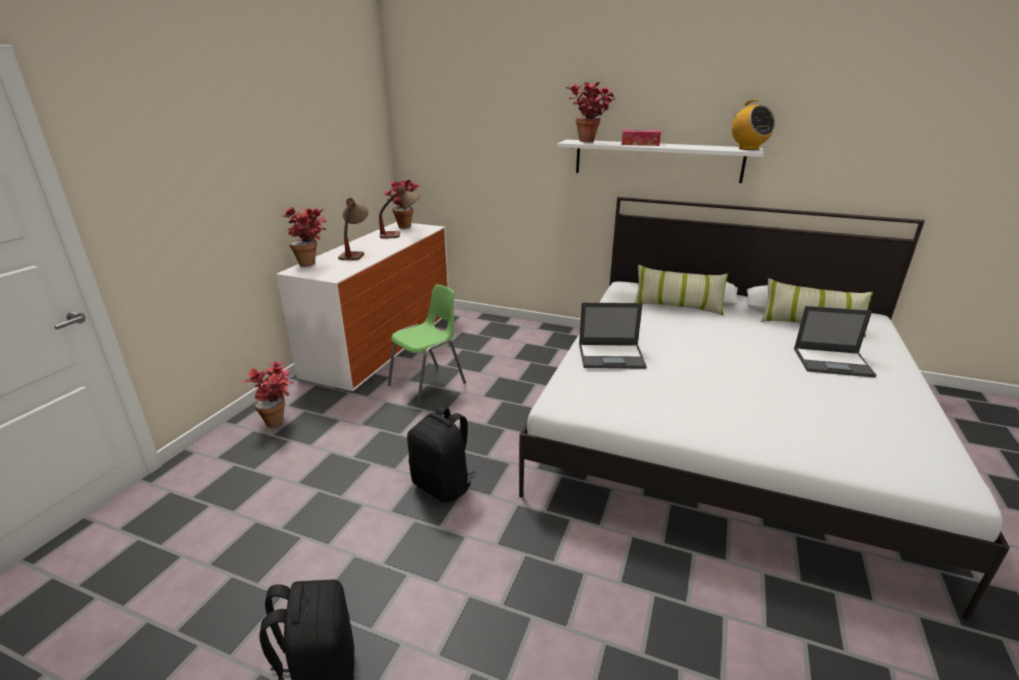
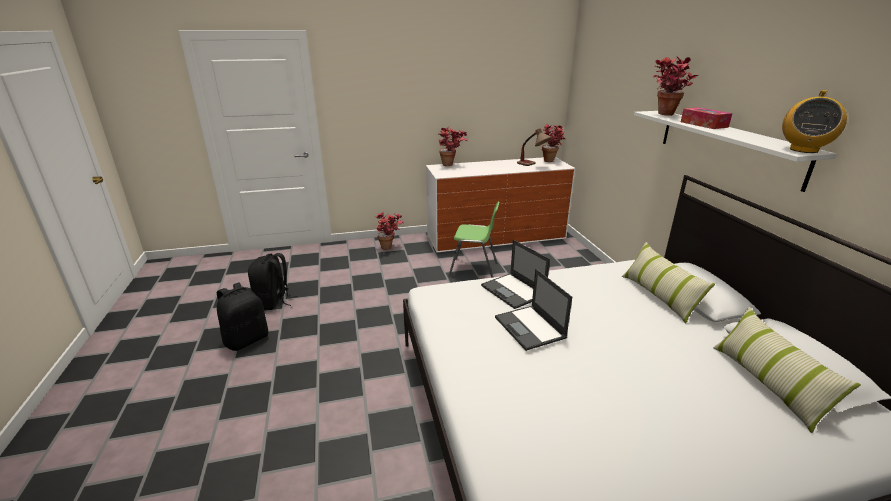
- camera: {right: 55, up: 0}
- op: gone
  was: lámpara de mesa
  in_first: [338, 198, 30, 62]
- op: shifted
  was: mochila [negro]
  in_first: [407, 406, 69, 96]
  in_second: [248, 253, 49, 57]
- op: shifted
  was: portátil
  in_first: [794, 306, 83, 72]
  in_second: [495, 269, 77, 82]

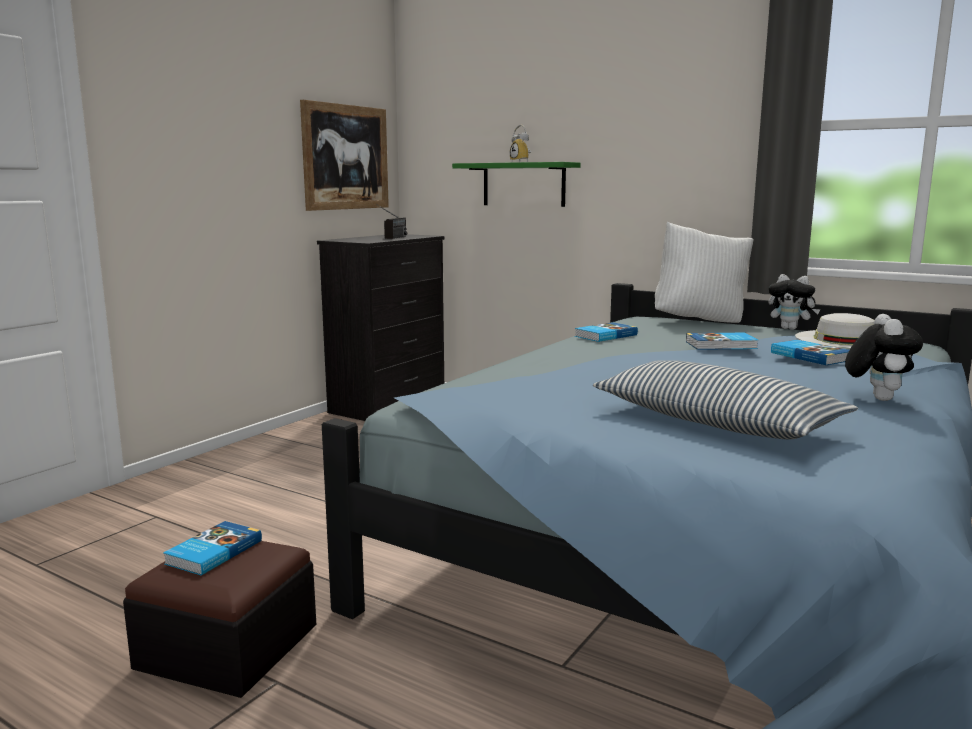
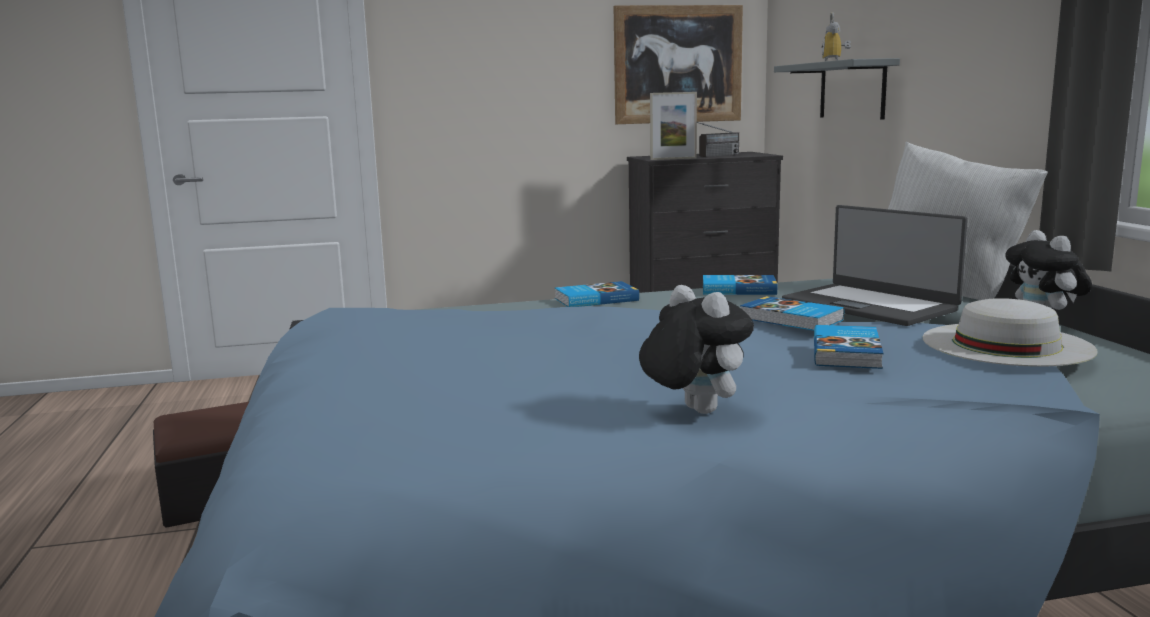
- camera: {right: 45, up: 0}
- op: gone
  was: cojín
  in_first: [593, 360, 265, 80]
- op: new
  now: portarretratos
  in_second: [650, 92, 47, 68]
- op: new
  now: portátil
  in_second: [782, 205, 186, 121]
- op: shifted
  was: libro
  in_first: [163, 521, 99, 54]
  in_second: [555, 281, 84, 26]
- op: repainted
  was: estante [verde]
  now: estante [gris]
  in_first: [452, 162, 128, 45]
  in_second: [774, 58, 126, 61]
- op: rotated
  was: peluche
  in_first: [845, 314, 78, 87]
  in_second: [639, 285, 115, 129]
  clockwise: -90

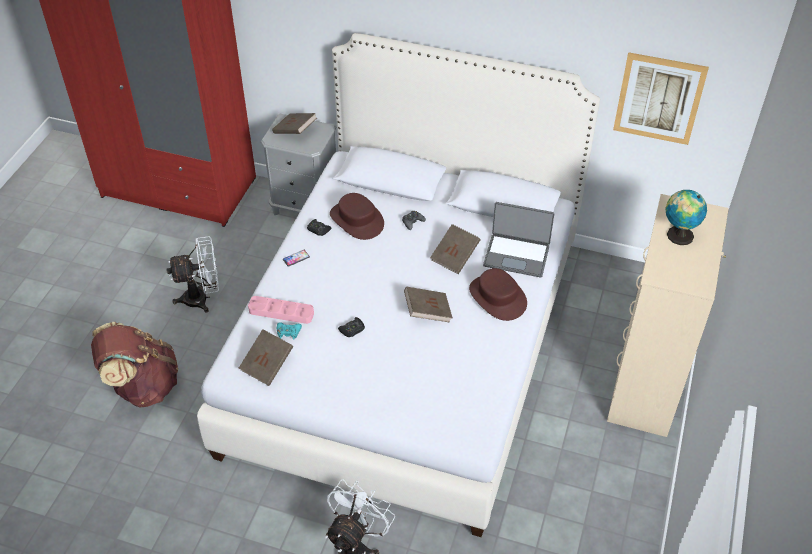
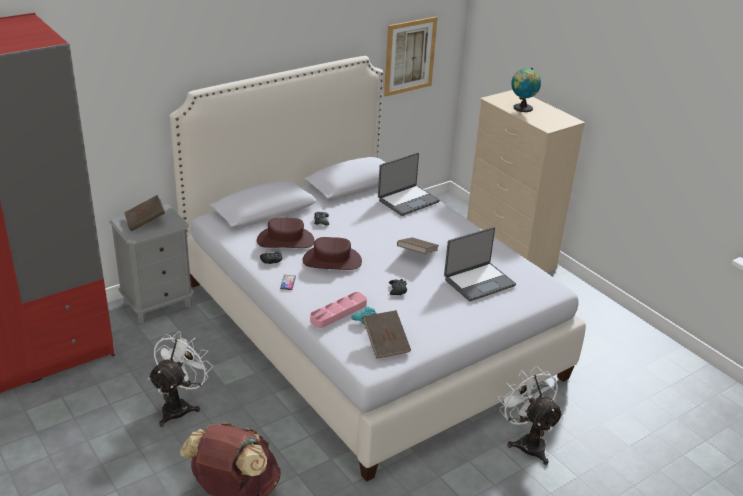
- camera: {right: -55, up: -15}
- op: gone
  was: libro [marrón]
  in_first: [430, 224, 51, 50]
- op: new
  now: portátil
  in_second: [444, 227, 72, 74]
- op: shifted
  was: sombrero [marrón]
  in_first: [469, 268, 58, 53]
  in_second: [302, 237, 60, 33]

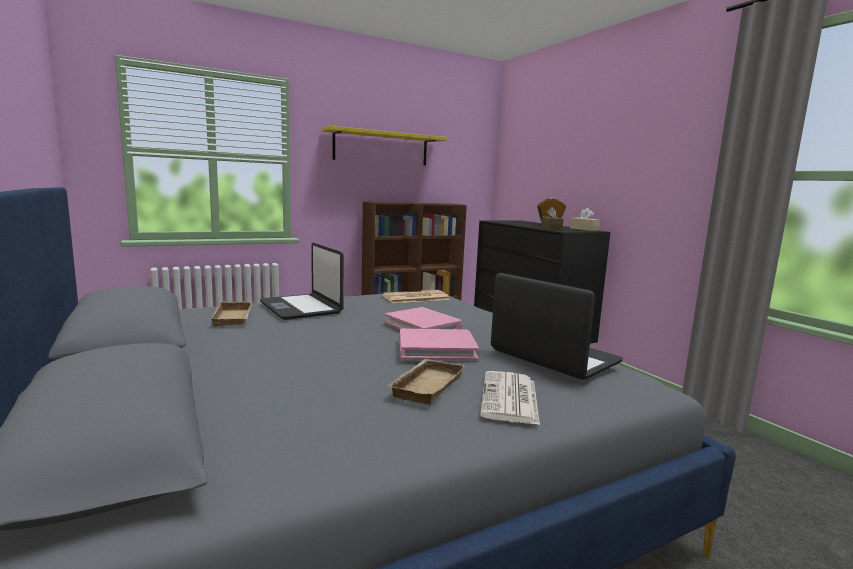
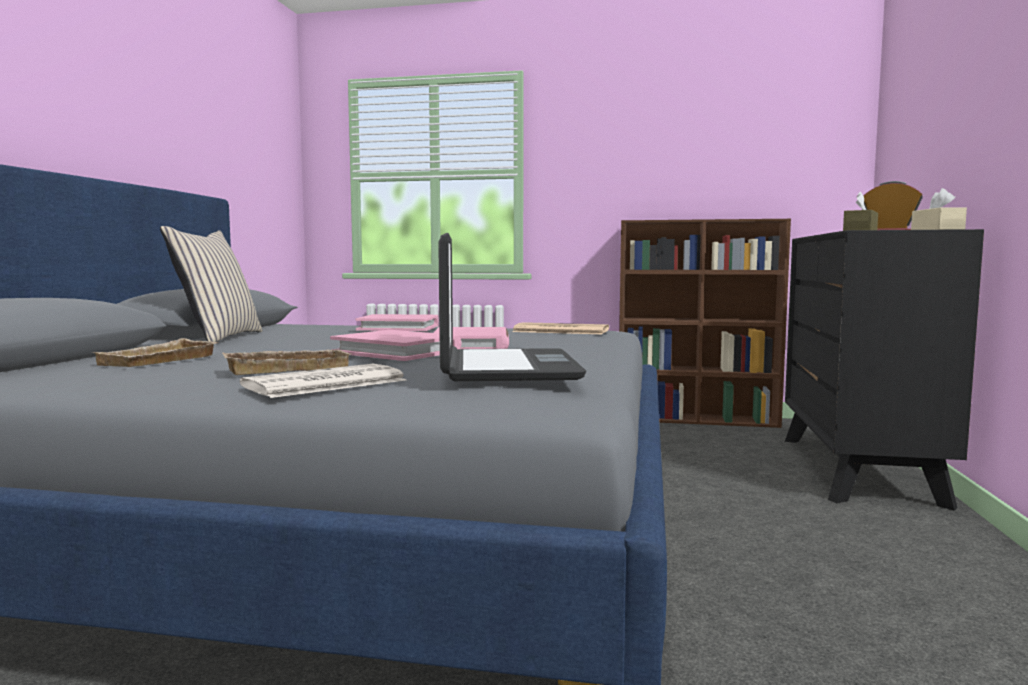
- camera: {right: 40, up: -5}
- op: gone
  was: estante [amarillo]
  in_first: [322, 126, 125, 40]
- op: new
  now: cojín [beis]
  in_second: [160, 226, 102, 116]
- op: shifted
  was: bandeja [beis]
  in_first: [210, 301, 43, 25]
  in_second: [94, 338, 125, 29]
- op: swapped
  was: portátil
  now: libro [rosa]
  in_first: [260, 243, 84, 77]
  in_second: [355, 314, 84, 17]

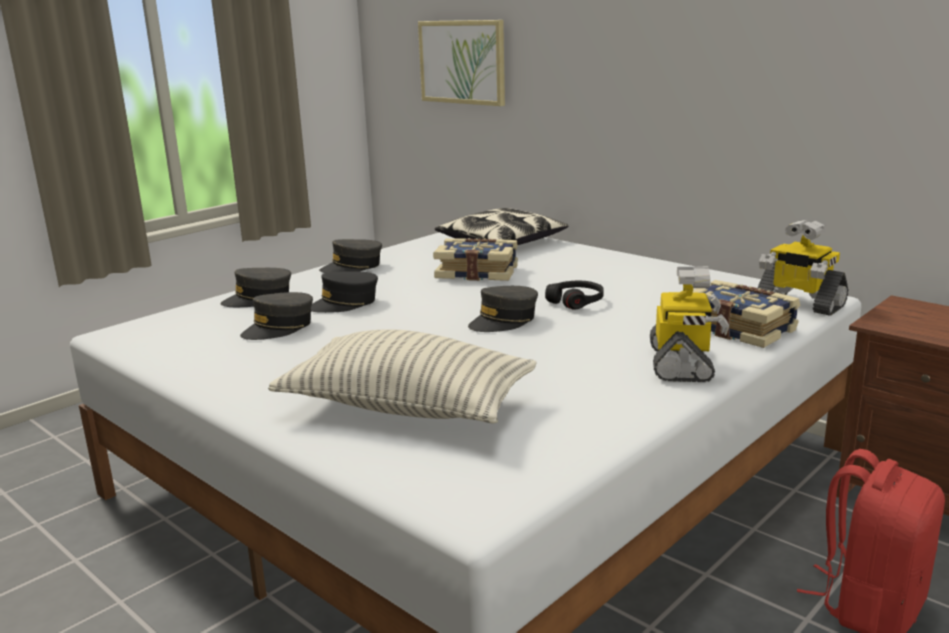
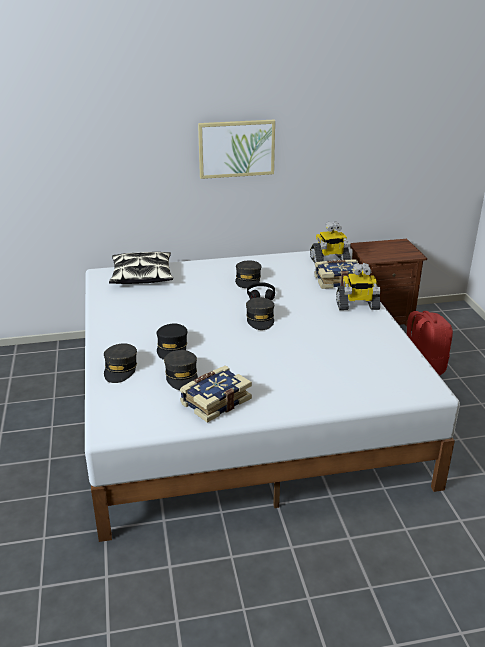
- camera: {right: -55, up: 10}
- op: gone
  was: cojín
  in_first: [268, 329, 268, 95]
- op: shifted
  was: gorra [gris]
  in_first: [319, 239, 63, 34]
  in_second: [235, 260, 26, 28]
- op: shifted
  was: cuadro
  in_first: [418, 20, 87, 86]
  in_second: [198, 120, 77, 59]
- op: shifted
  was: libro
  in_first: [433, 238, 85, 43]
  in_second: [180, 365, 72, 58]
- op: rotated
  was: robot de juguete
  in_first: [650, 266, 79, 116]
  in_second: [336, 263, 44, 47]
  clockwise: 135

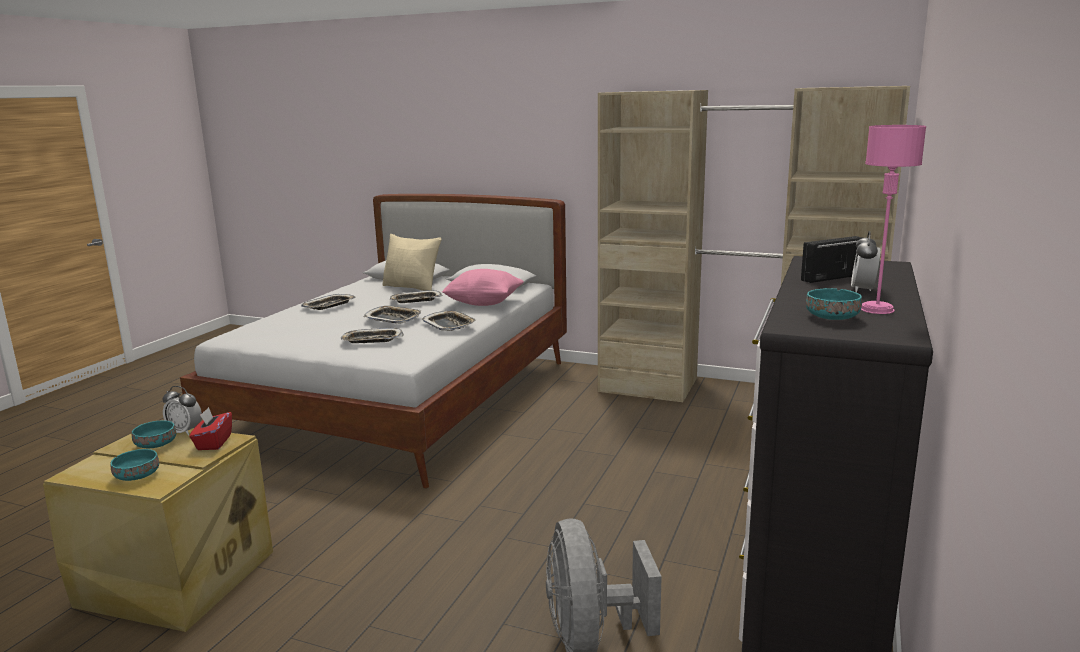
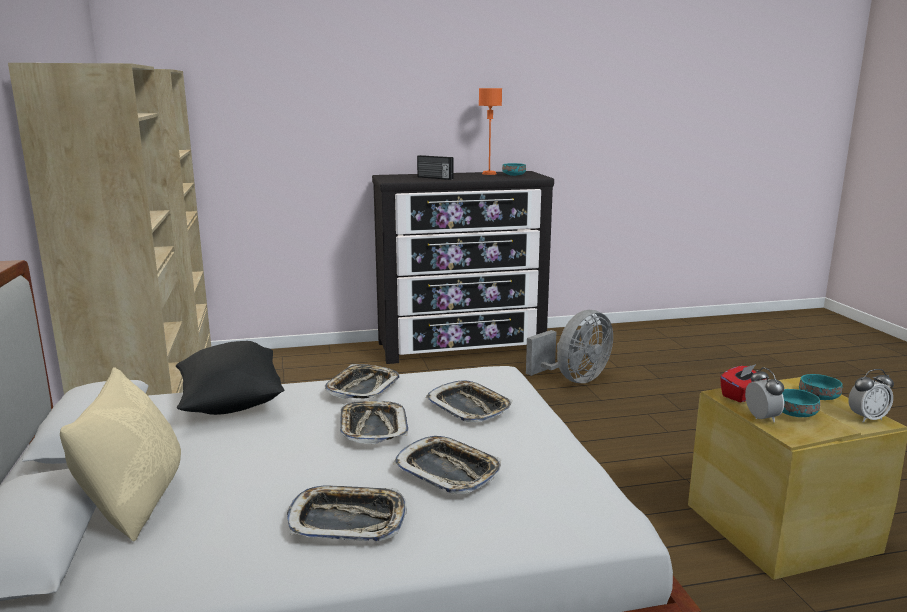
- camera: {right: -125, up: 0}
- op: shifted
  was: bandeja
  in_first: [390, 290, 53, 13]
  in_second: [393, 436, 108, 58]
- op: shifted
  was: despertador
  in_first: [851, 231, 30, 62]
  in_second: [848, 369, 46, 54]
- op: repainted
  was: cojín [rosa]
  now: cojín [negro]
  in_first: [442, 269, 82, 37]
  in_second: [176, 341, 108, 74]
- op: repainted
  was: lámpara de mesa [rosa]
  now: lámpara de mesa [naranja]
  in_first: [861, 125, 65, 189]
  in_second: [479, 88, 23, 87]

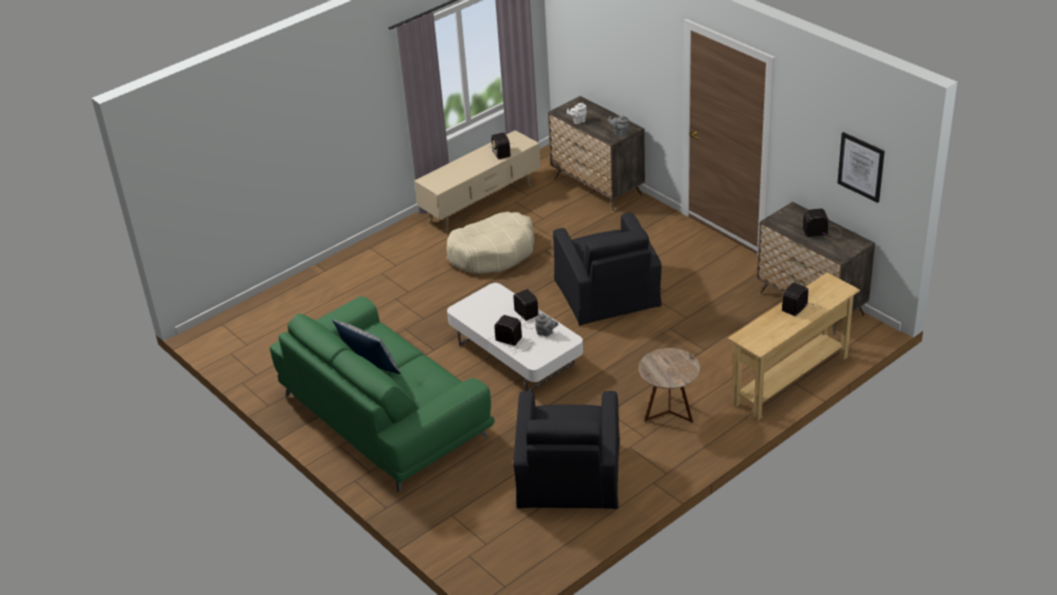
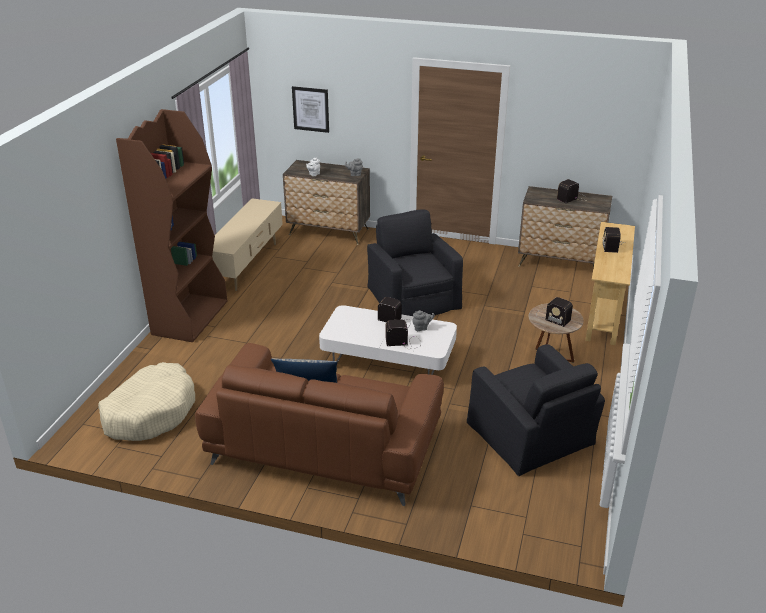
- camera: {right: -35, up: -5}
- op: new
  now: estantería [marrón]
  in_second: [116, 109, 112, 233]
- op: shifted
  was: cama para perro [beis]
  in_first: [446, 212, 88, 62]
  in_second: [98, 362, 97, 79]
- op: shifted
  was: radio
  in_first: [491, 132, 20, 28]
  in_second: [537, 297, 36, 30]
- op: shifted
  was: cuadro
  in_first: [837, 132, 48, 71]
  in_second: [292, 86, 37, 47]
- op: repainted
  was: sofá [verde]
  now: sofá [marrón]
  in_first: [270, 296, 225, 197]
  in_second: [195, 343, 249, 163]
- op: rotated
  was: sillón [negro]
  in_first: [553, 213, 109, 113]
  in_second: [367, 209, 96, 107]
  clockwise: -150

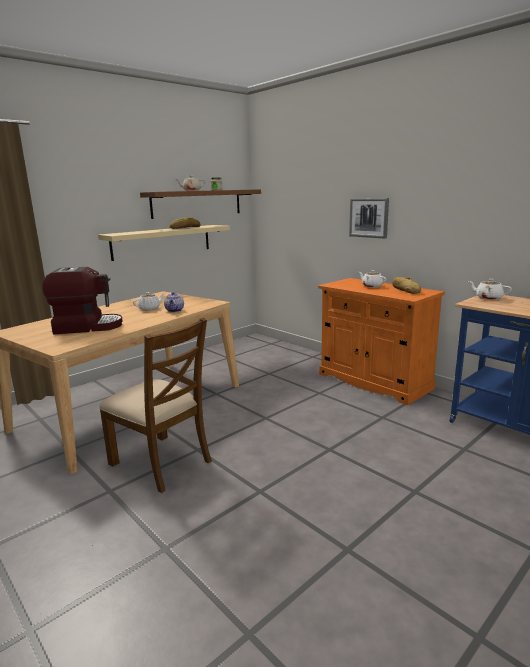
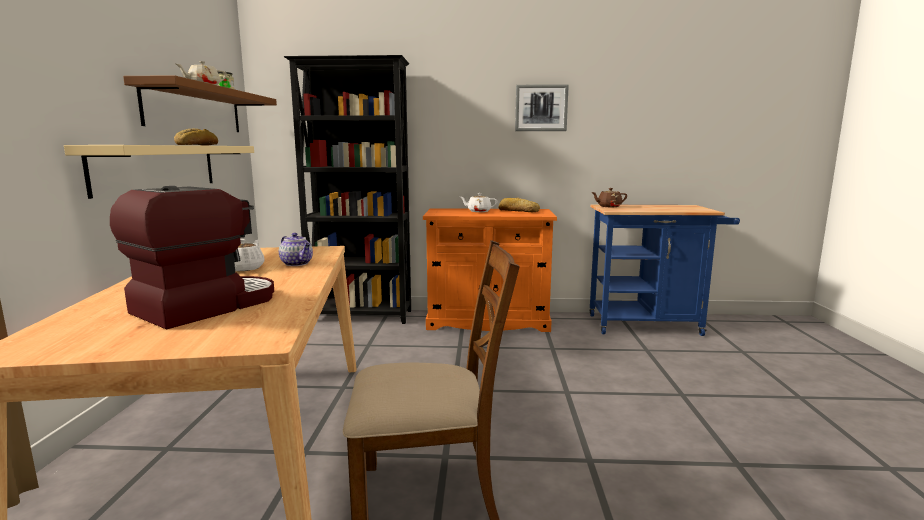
- camera: {right: -45, up: -5}
- op: new
  now: estantería [negro]
  in_second: [284, 55, 127, 269]
- op: shifted
  was: cuadro
  in_first: [349, 198, 40, 41]
  in_second: [515, 84, 54, 47]
- op: repainted
  was: tetera [blanco]
  now: tetera [marrón]
  in_first: [468, 279, 44, 21]
  in_second: [591, 188, 36, 19]

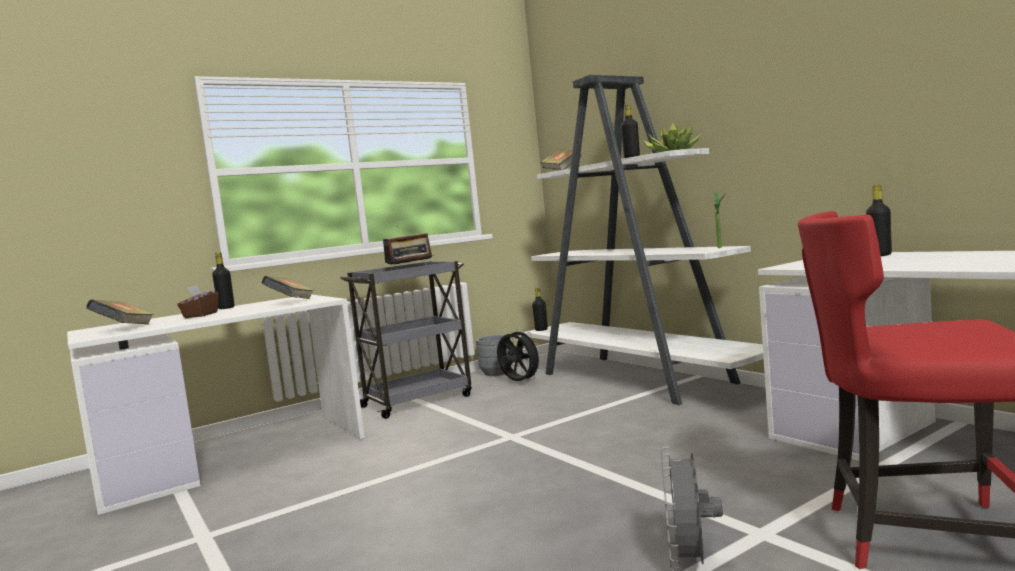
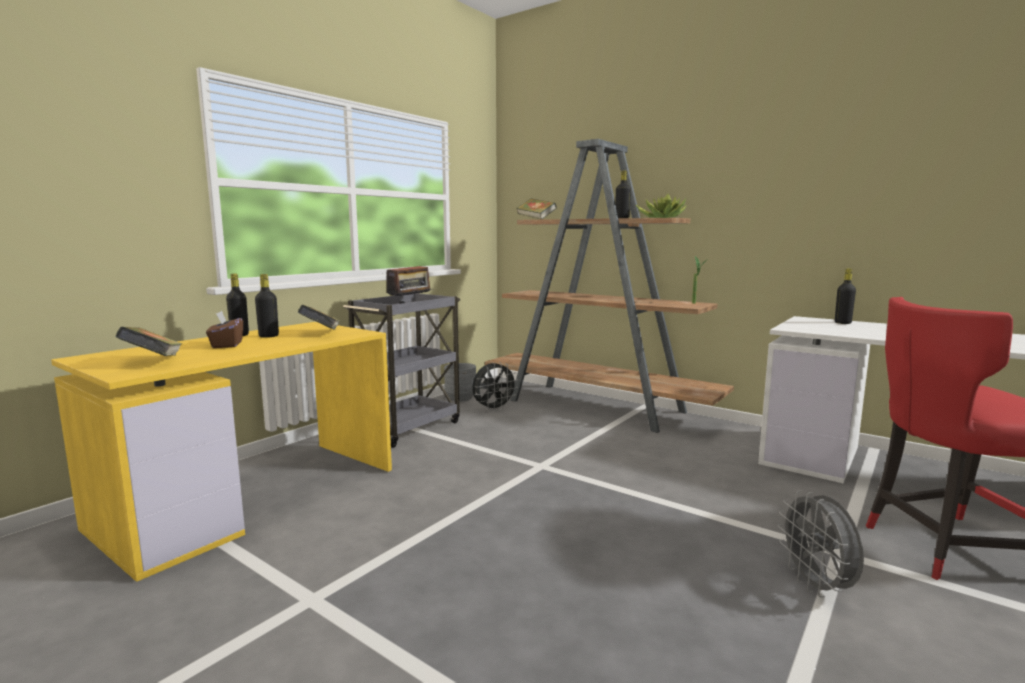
- camera: {right: -20, up: 5}
- op: shifted
  was: botella [negro]
  in_first: [532, 287, 16, 44]
  in_second: [255, 274, 24, 64]
- op: repainted
  was: escritorio [blanco]
  now: escritorio [amarillo]
  in_first: [67, 295, 298, 220]
  in_second: [51, 322, 341, 260]
- op: repainted
  was: estantería [blanco]
  now: estantería [marrón]
  in_first: [523, 75, 241, 330]
  in_second: [485, 139, 249, 294]
- op: rotated
  was: ventilador [negro]
  in_first: [497, 328, 46, 54]
  in_second: [472, 362, 46, 50]
  clockwise: 120

